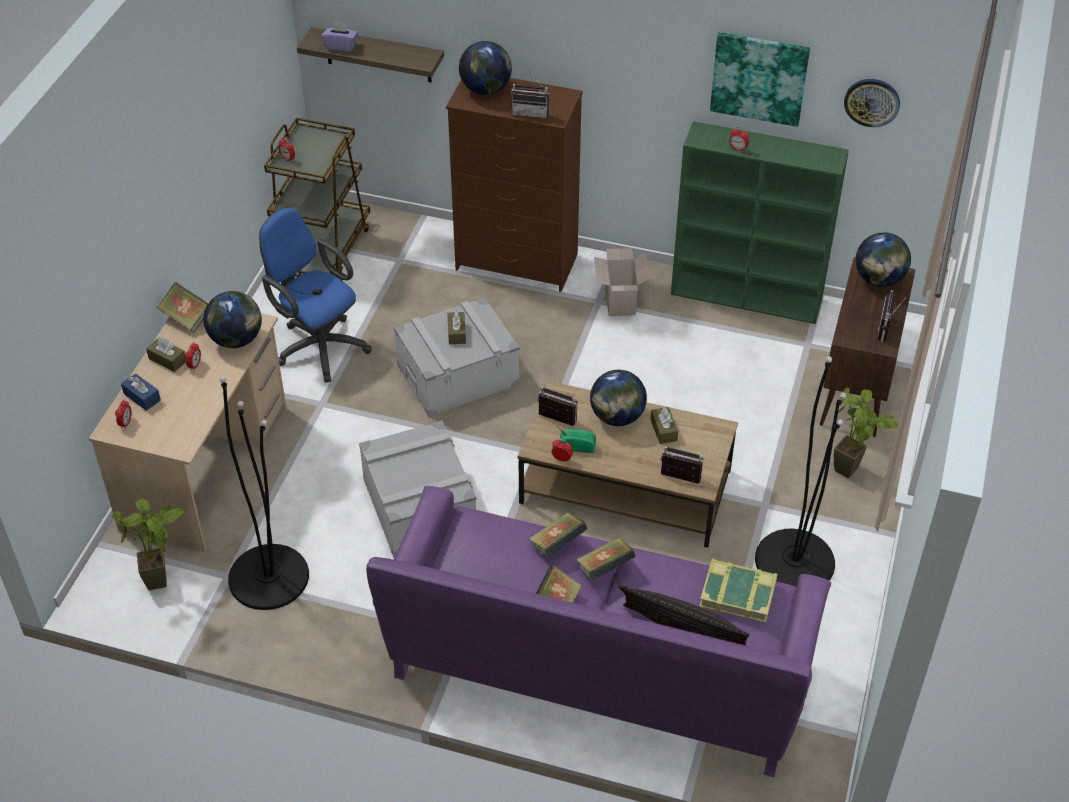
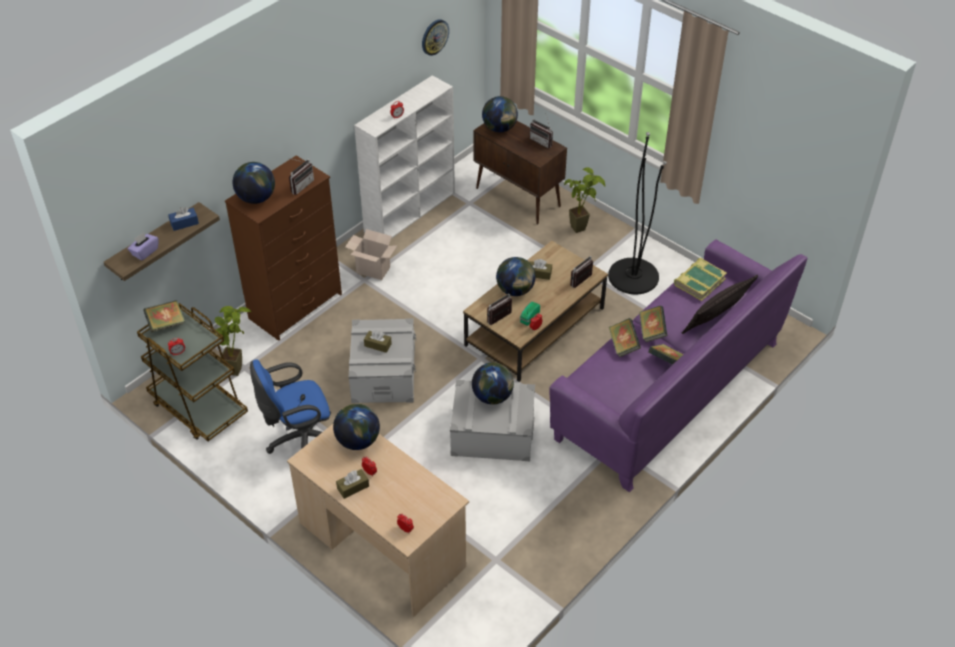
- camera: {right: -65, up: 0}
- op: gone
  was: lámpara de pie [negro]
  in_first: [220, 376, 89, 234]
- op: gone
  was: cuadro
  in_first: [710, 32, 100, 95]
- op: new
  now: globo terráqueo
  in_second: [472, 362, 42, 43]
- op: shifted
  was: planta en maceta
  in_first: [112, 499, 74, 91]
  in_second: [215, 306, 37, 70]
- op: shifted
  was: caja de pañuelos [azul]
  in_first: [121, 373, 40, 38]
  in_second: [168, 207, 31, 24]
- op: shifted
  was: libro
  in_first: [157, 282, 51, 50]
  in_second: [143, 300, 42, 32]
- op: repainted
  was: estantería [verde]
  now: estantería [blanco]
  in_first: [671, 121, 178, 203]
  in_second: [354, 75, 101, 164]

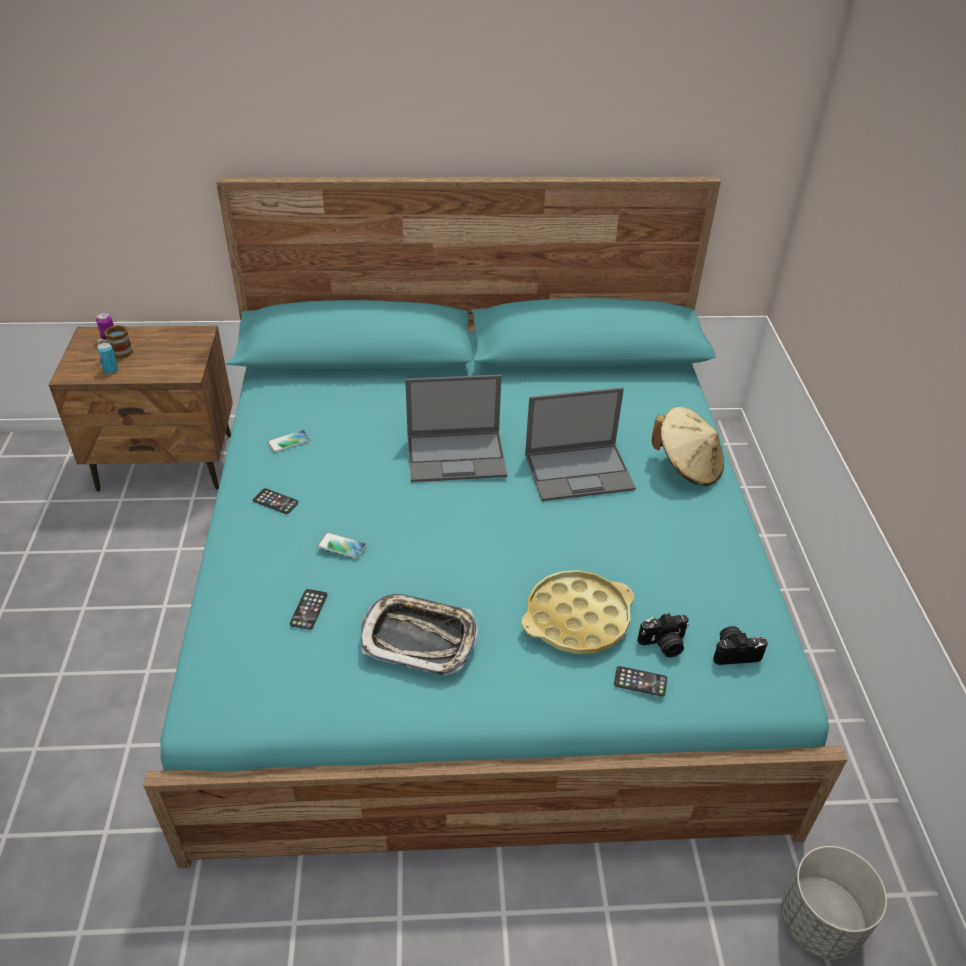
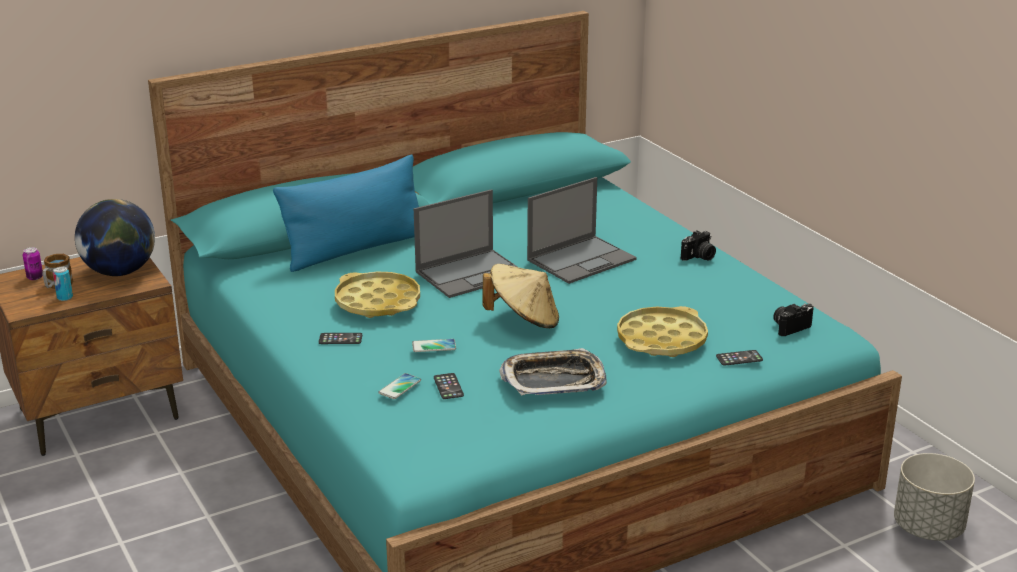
- camera: {right: -25, up: -15}
- op: new
  now: globo terráqueo
  in_second: [75, 199, 80, 77]
- op: new
  now: cojín [azul]
  in_second: [273, 154, 146, 118]
- op: new
  now: bandeja [amarillo]
  in_second: [335, 271, 85, 47]
- op: shifted
  was: móvil
  in_first: [267, 430, 44, 22]
  in_second: [378, 373, 43, 26]
- op: shifted
  was: cámara
  in_first: [637, 613, 52, 44]
  in_second: [681, 230, 35, 31]
- op: shifted
  was: sombrero [beis]
  in_first: [652, 407, 72, 79]
  in_second: [482, 264, 77, 64]

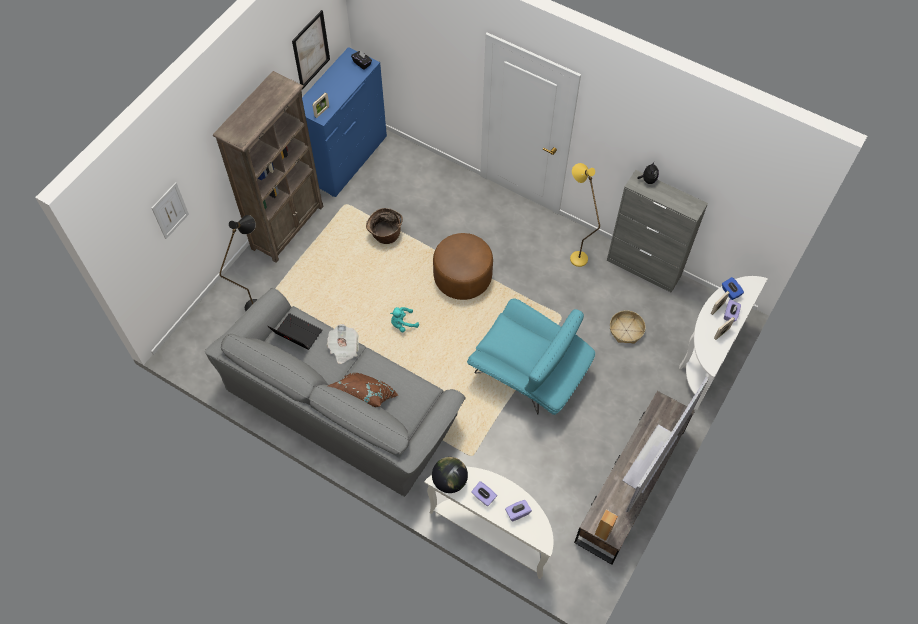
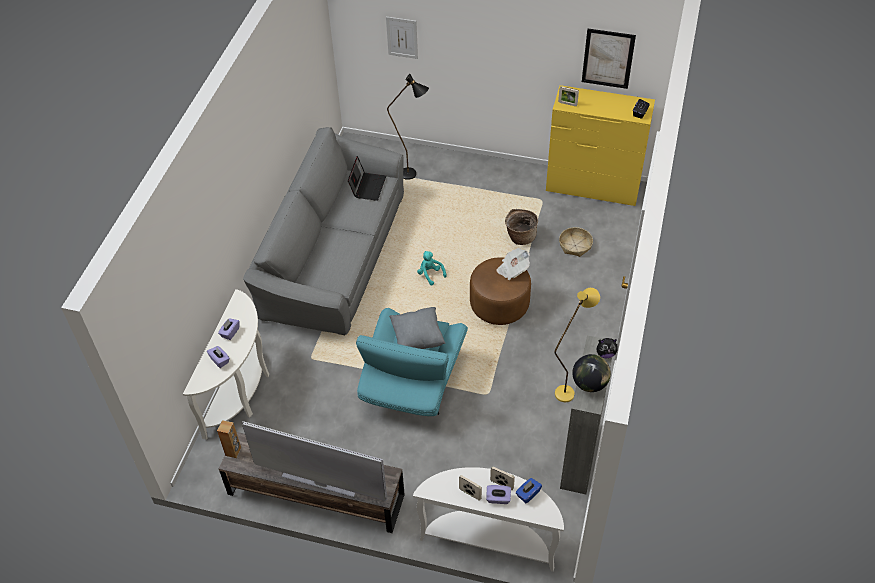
- camera: {right: 75, up: -10}
- op: gone
  was: estantería [marrón]
  in_first: [213, 71, 110, 192]
- op: gone
  was: cojín [marrón]
  in_first: [328, 373, 70, 34]
- op: new
  now: cojín [gris]
  in_second: [389, 307, 57, 42]
- op: shifted
  was: periódico
  in_first: [327, 324, 32, 40]
  in_second: [496, 248, 34, 32]
- op: shifted
  was: globo terráqueo
  in_first: [432, 457, 36, 36]
  in_second: [572, 354, 39, 38]
- op: shifted
  was: cesta
  in_first: [610, 310, 36, 34]
  in_second: [559, 227, 34, 30]
- op: repainted
  was: cómoda [azul]
  now: cómoda [amarillo]
  in_first: [302, 47, 85, 150]
  in_second: [546, 85, 109, 121]

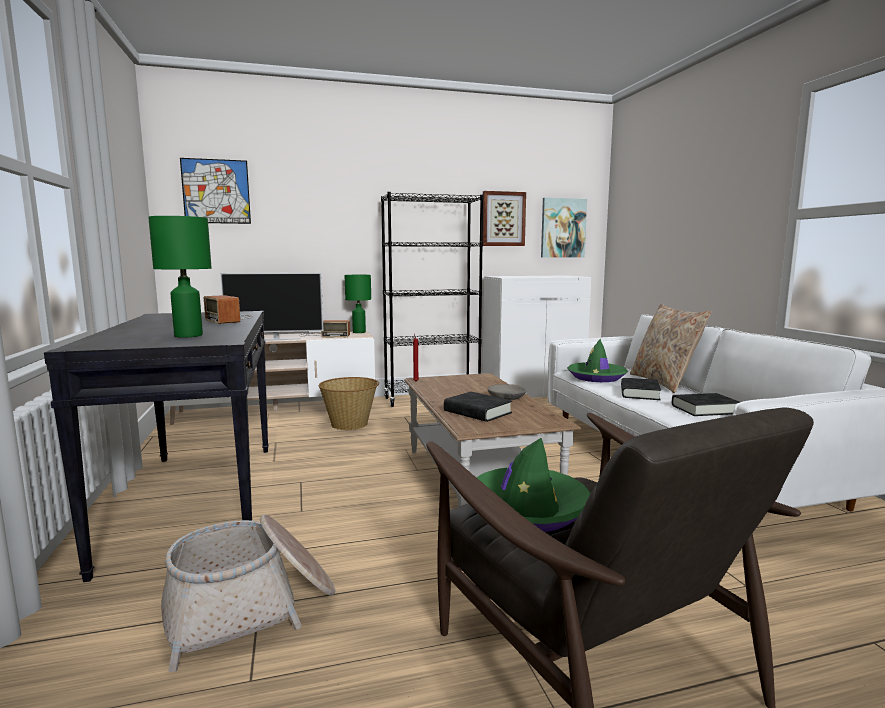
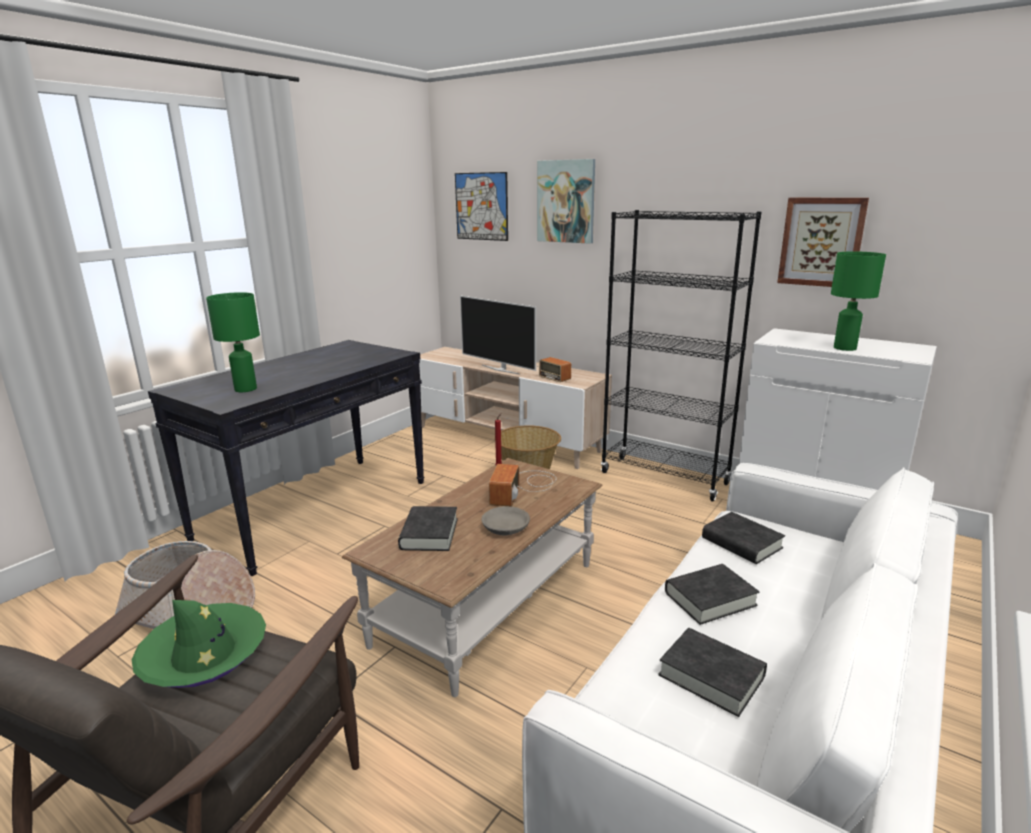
- camera: {right: 50, up: 10}
- op: gone
  was: cojín [beis]
  in_first: [630, 304, 81, 89]
- op: shifted
  was: radio
  in_first: [204, 295, 49, 29]
  in_second: [489, 464, 68, 43]
- op: shifted
  was: lámpara de mesa [verde]
  in_first: [345, 275, 26, 58]
  in_second: [831, 251, 55, 100]
- op: shifted
  was: cuadro
  in_first: [541, 198, 46, 60]
  in_second: [537, 159, 58, 85]
- op: swapped
  was: sombrero [verde]
  now: libro [negro]
  in_first: [567, 339, 61, 43]
  in_second: [702, 512, 83, 52]

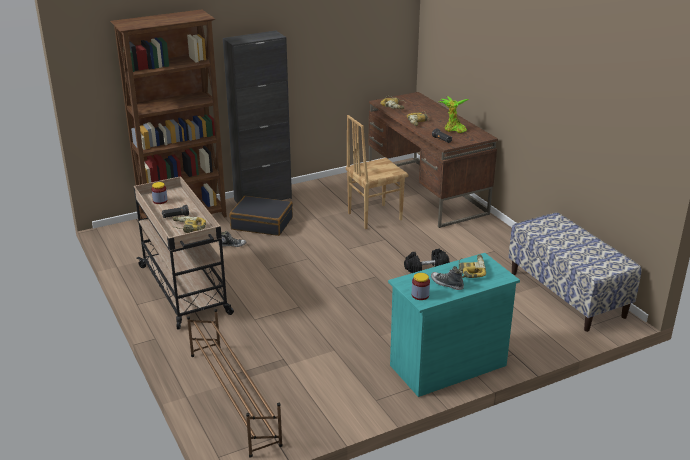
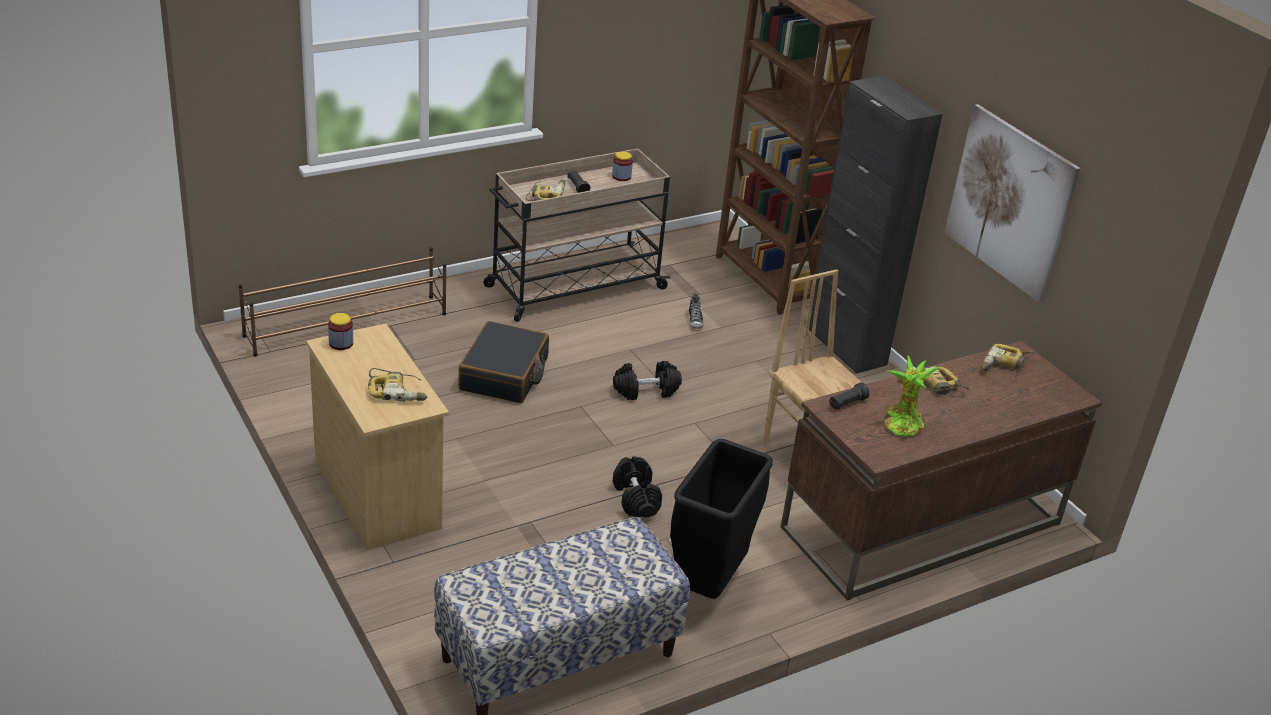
- camera: {right: 85, up: 5}
- op: gone
  was: zapato
  in_first: [431, 266, 33, 24]
- op: new
  now: mancuerna [negro]
  in_second: [613, 361, 69, 39]
- op: new
  now: papelera [negro]
  in_second: [670, 439, 103, 160]
- op: new
  now: cuadro
  in_second: [944, 104, 136, 198]
- op: shifted
  was: maleta [negro]
  in_first: [230, 196, 63, 40]
  in_second: [458, 321, 91, 82]
- op: repainted
  was: cómoda [turquesa]
  now: cómoda [beis]
  in_first: [388, 253, 132, 144]
  in_second: [306, 323, 143, 227]

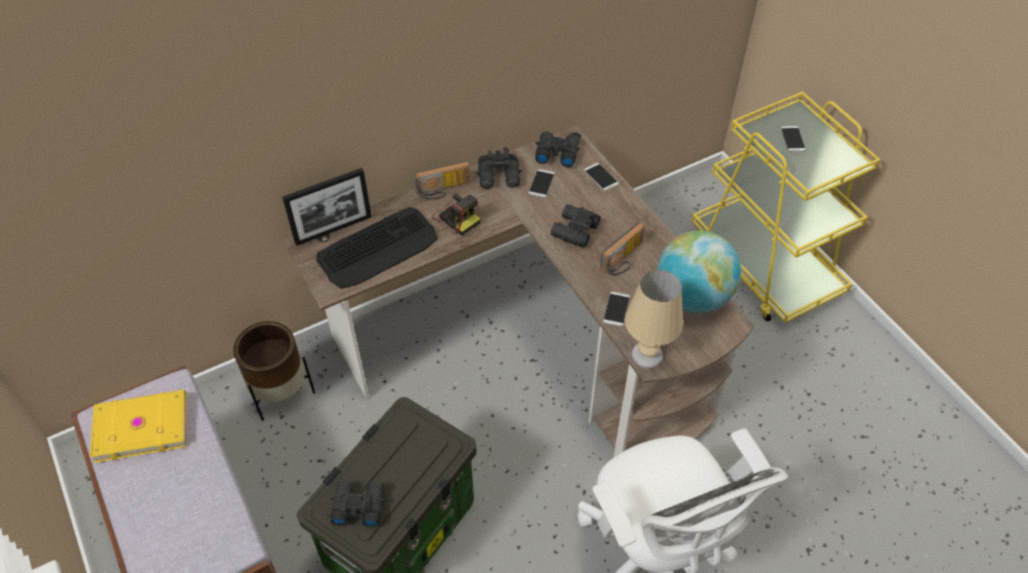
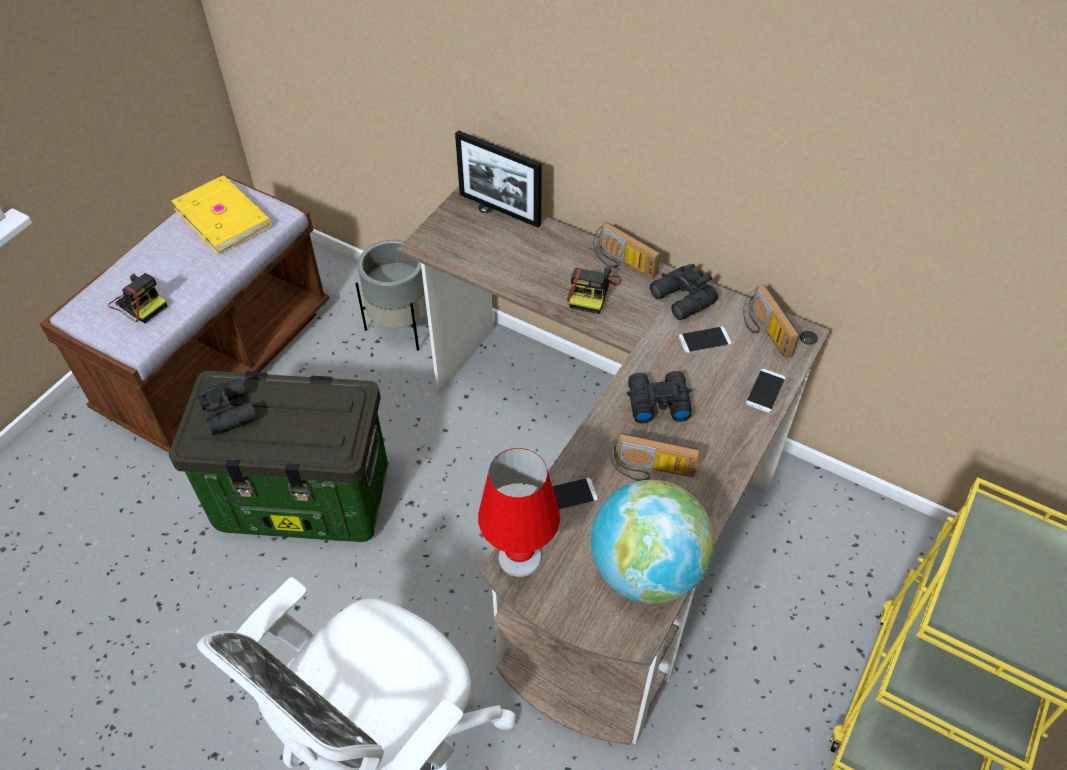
- camera: {right: 60, up: 0}
- op: gone
  was: teclado
  in_first: [316, 207, 122, 82]
- op: gone
  was: móvil
  in_first: [781, 126, 25, 26]
- op: new
  now: cámara
  in_second: [108, 273, 60, 50]
- op: swapped
  was: prismáticos [negro]
  now: radio
  in_first: [535, 131, 45, 36]
  in_second: [743, 285, 57, 73]
- op: repainted
  was: maceta [marrón]
  now: maceta [gris]
  in_first: [233, 321, 82, 100]
  in_second: [356, 240, 71, 111]
- op: repainted
  was: lámpara de mesa [beis]
  now: lámpara de mesa [rojo]
  in_first: [624, 270, 59, 98]
  in_second: [478, 448, 82, 129]

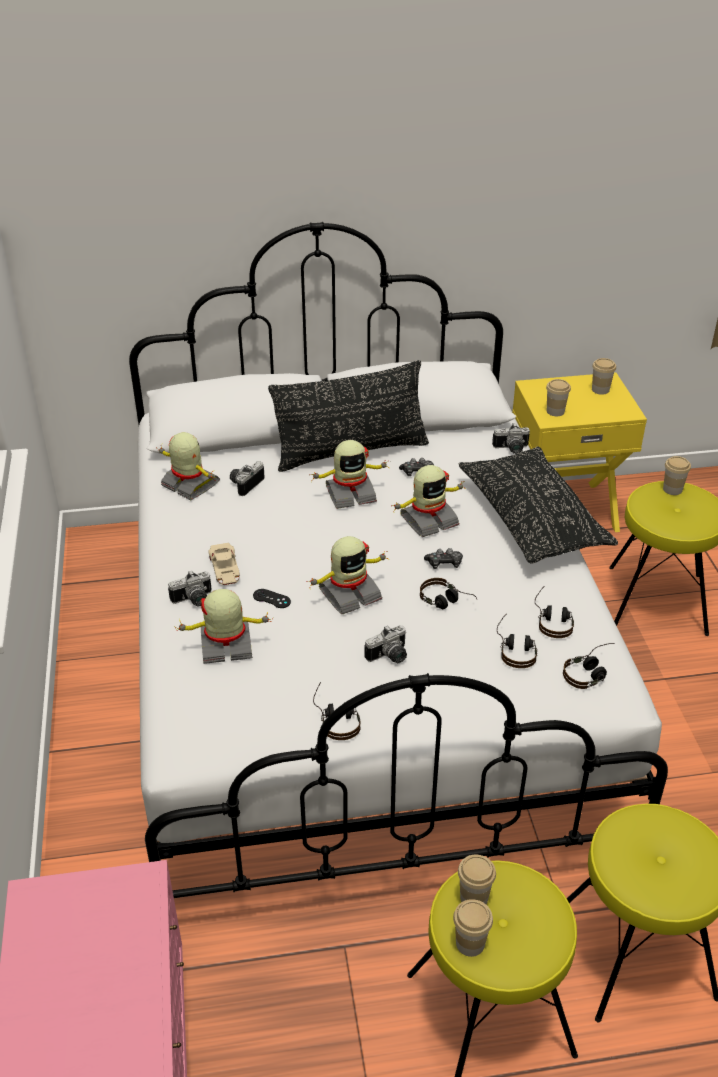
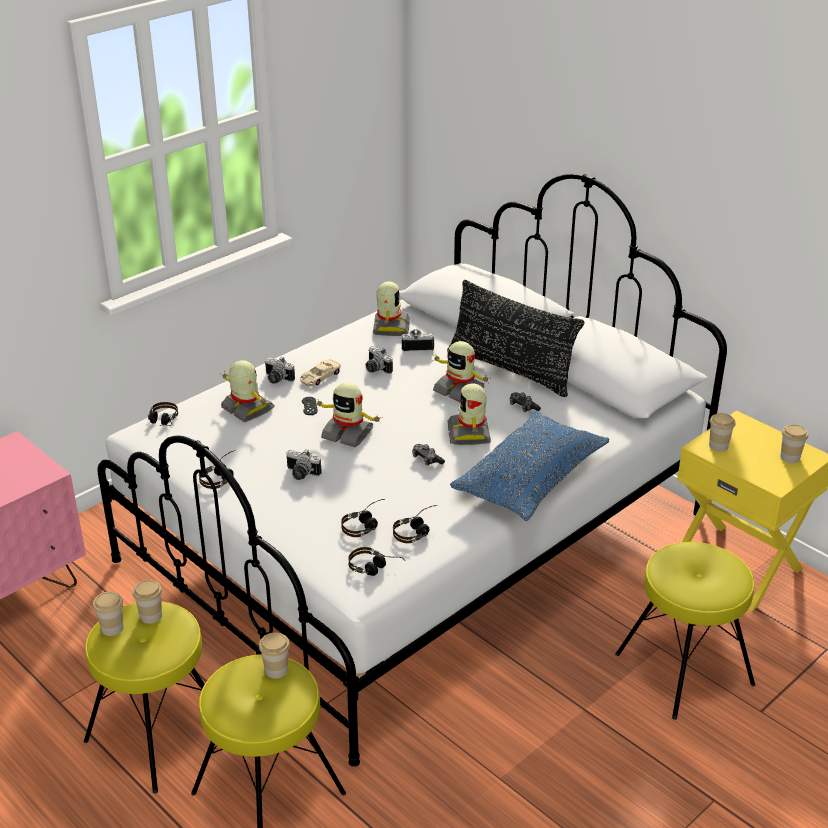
- camera: {right: 55, up: -5}
- op: shifted
  was: auriculares
  in_first: [420, 578, 57, 31]
  in_second: [148, 402, 30, 24]
- op: shifted
  was: cámara
  in_first: [492, 423, 38, 31]
  in_second: [365, 346, 28, 28]
- op: shifted
  was: taza
  in_first: [663, 456, 28, 39]
  in_second: [259, 632, 31, 47]
- op: repainted
  was: cojín [negro]
  now: cojín [azul]
  in_first: [459, 447, 159, 117]
  in_second: [450, 410, 159, 111]
- op: rotated
  was: robot de juguete
  in_first: [391, 465, 75, 72]
  in_second: [448, 383, 43, 62]
  clockwise: 60

